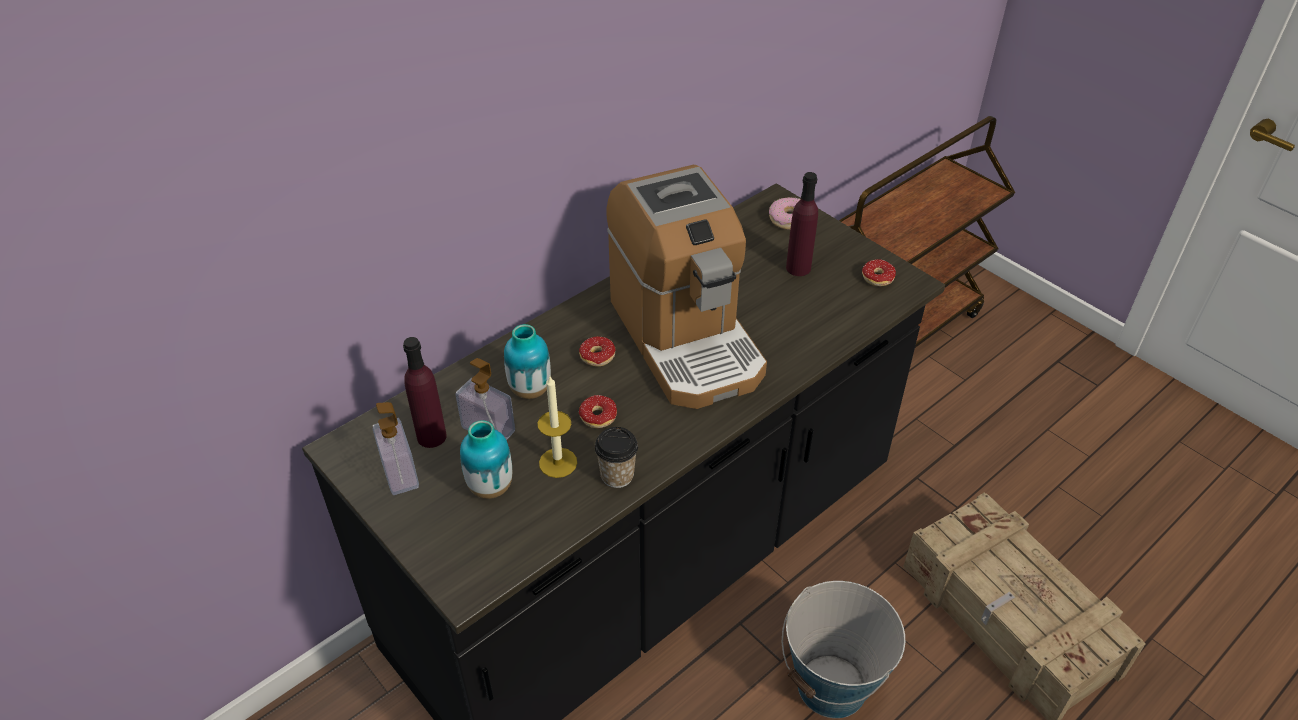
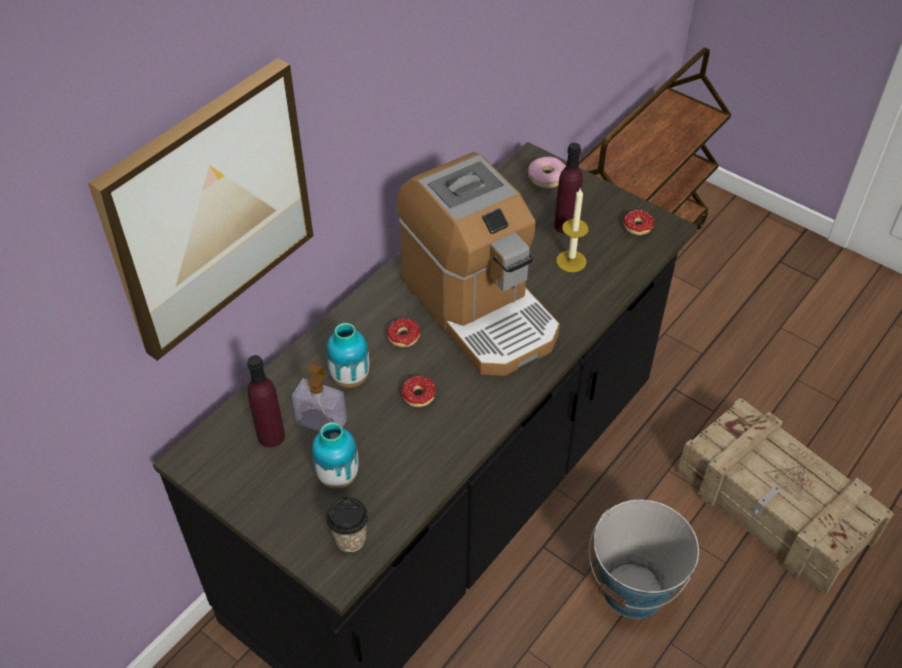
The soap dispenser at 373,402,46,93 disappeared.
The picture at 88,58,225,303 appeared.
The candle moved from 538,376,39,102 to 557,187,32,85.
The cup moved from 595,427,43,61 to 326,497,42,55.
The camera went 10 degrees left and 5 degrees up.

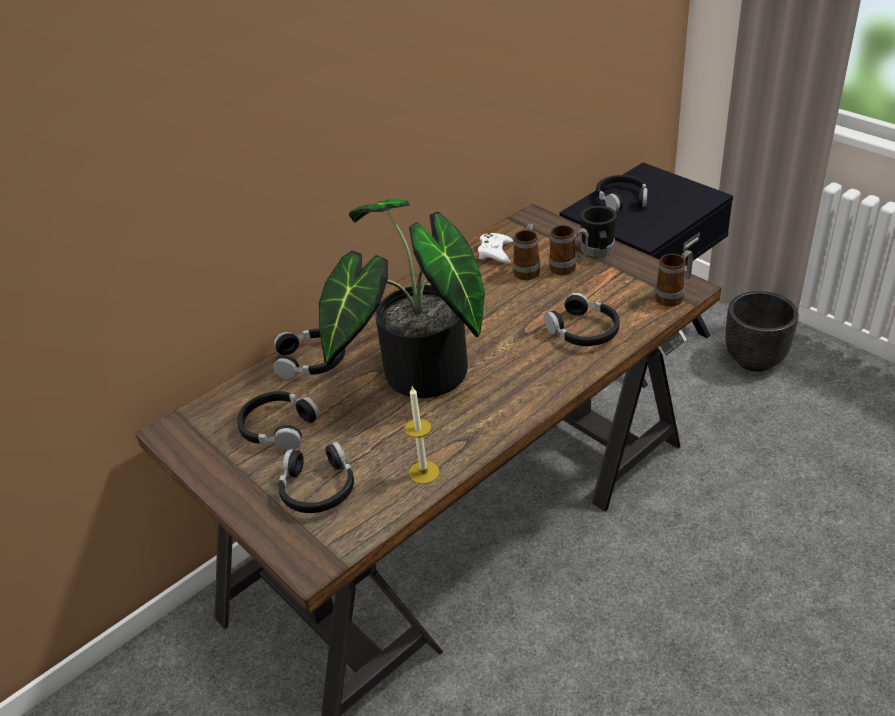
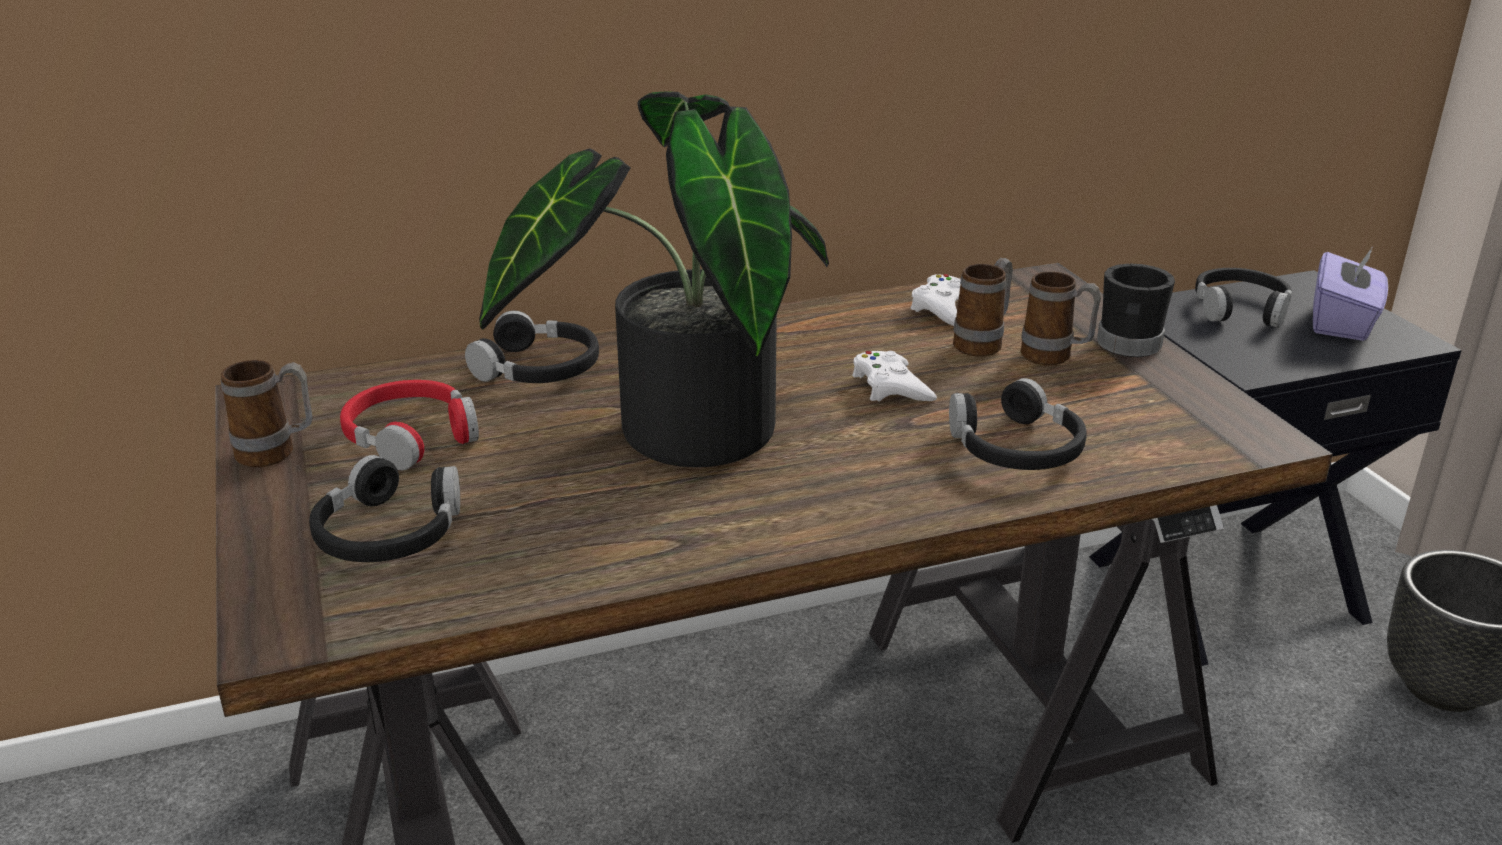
The candle at 404,386,35,98 disappeared.
The white game controller at 852,351,85,51 appeared.
The purple tissue box at 1313,245,75,96 appeared.
The mug moved from 655,250,39,57 to 221,360,92,107.
The black headphones at 237,391,83,59 became the red headphones at 340,380,139,90.
The camera went 20 degrees right and 10 degrees down.

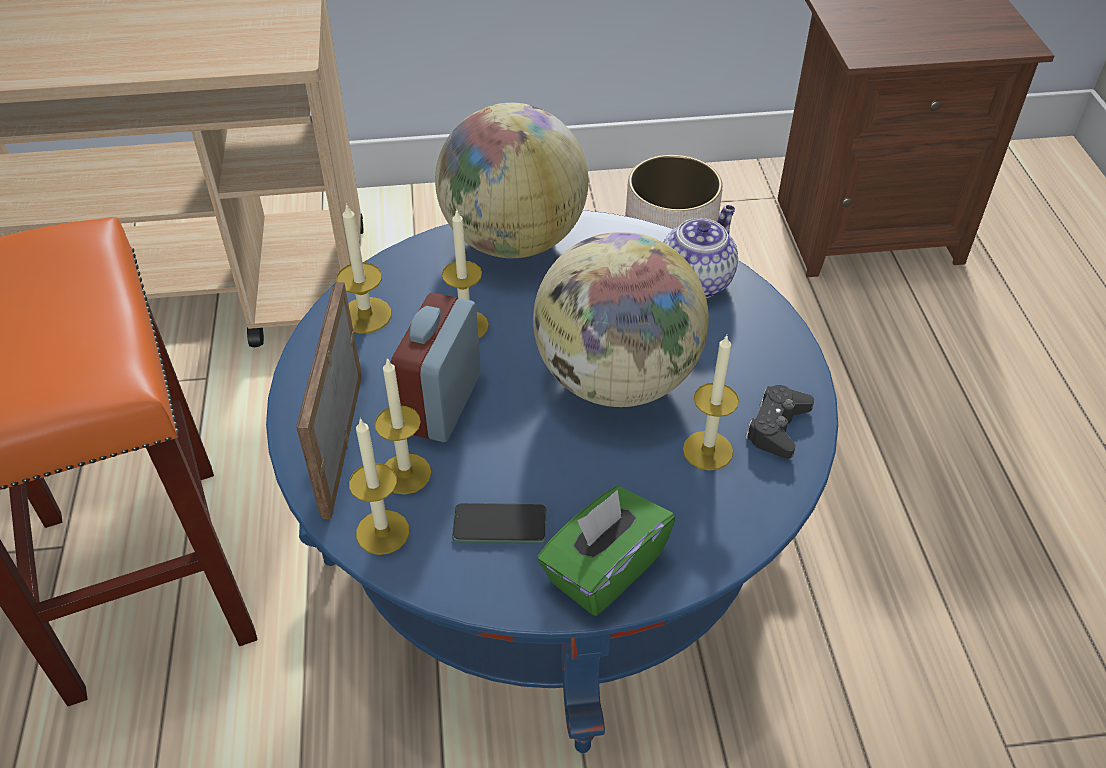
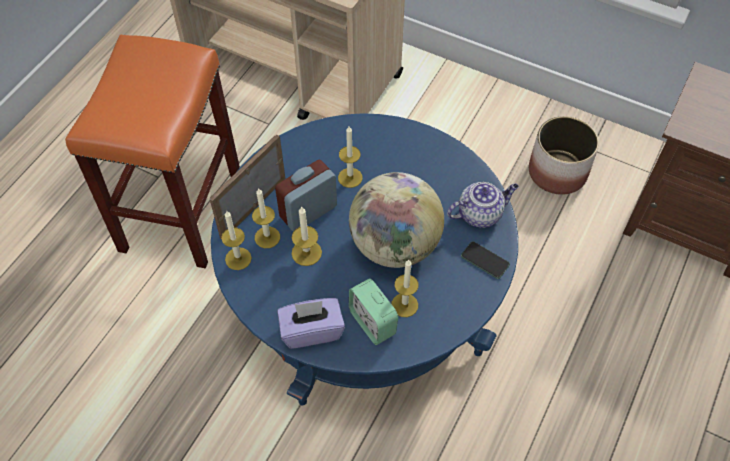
The globe at 435,103,153,155 disappeared.
The black game controller at 745,385,69,74 disappeared.
The alarm clock at 349,279,49,66 appeared.
The candle moved from 336,203,56,131 to 292,206,30,60.
The phone moved from 452,503,95,41 to 461,241,49,38.
The green tissue box at 537,486,138,130 became the purple tissue box at 277,298,68,51.
The camera went 35 degrees right and 10 degrees up.

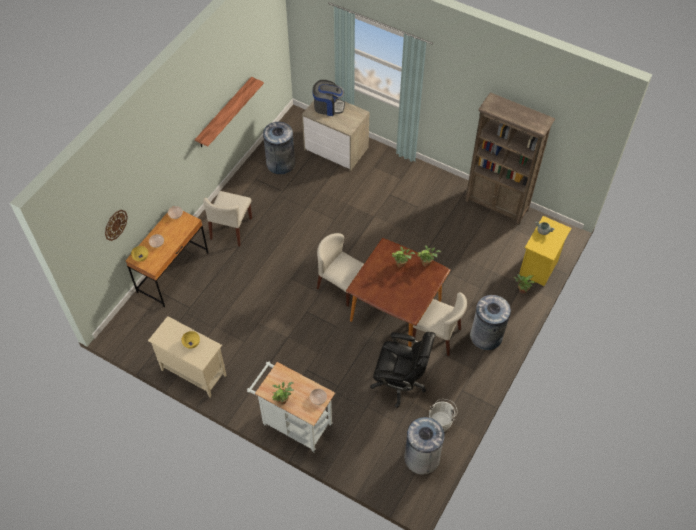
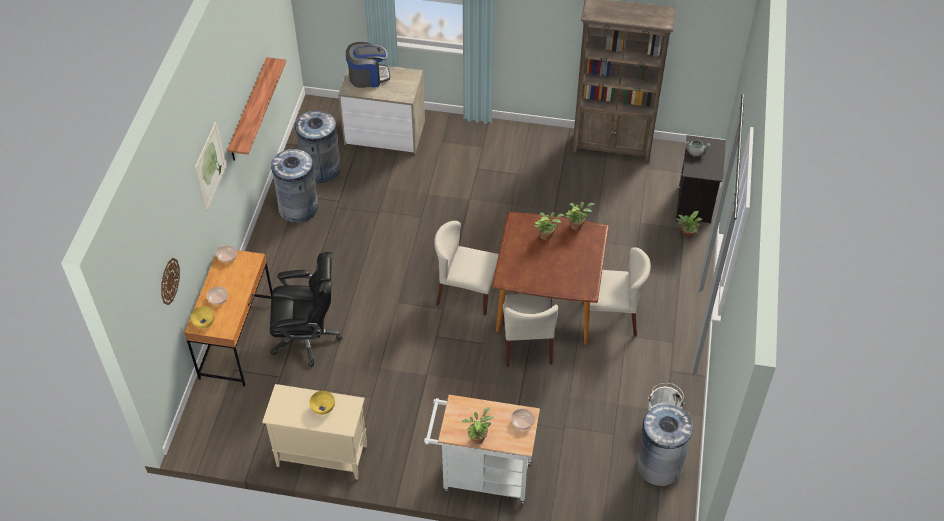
The picture at 195,121,31,90 appeared.
The beige chair moved from 203,191,49,56 to 502,294,56,73.
The black office chair moved from 370,332,66,76 to 270,252,72,115.
The grey trash can moved from 470,295,41,55 to 271,149,48,73.
The yellow nightstand at 519,216,52,70 became the black nightstand at 676,135,50,88.
The camera went 20 degrees left and 5 degrees down.

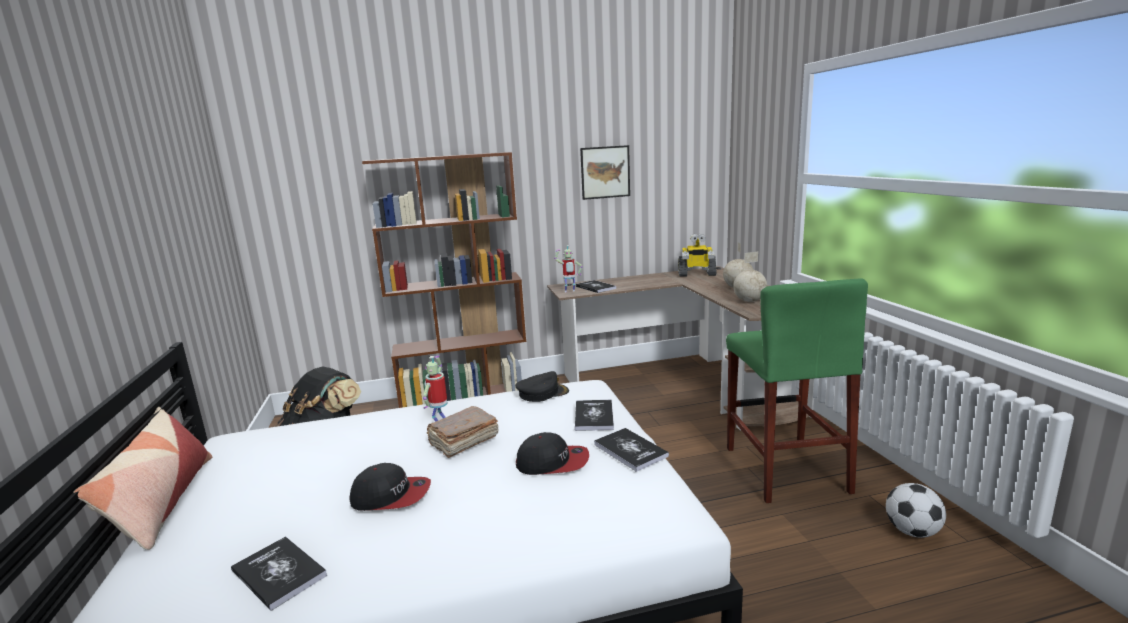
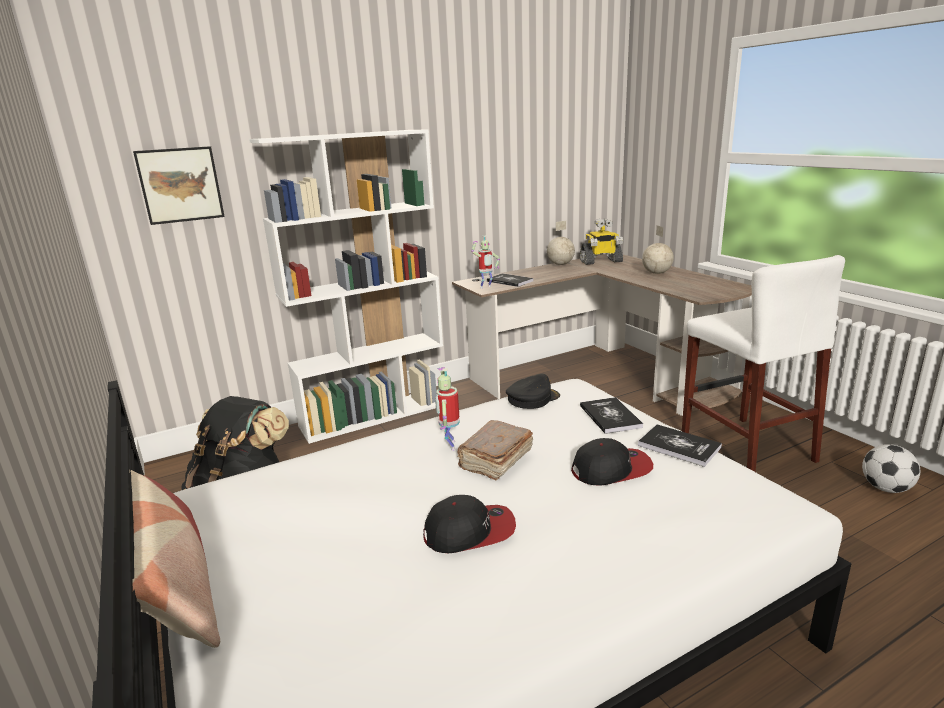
The book at 231,536,96,75 disappeared.
The picture moved from 580,145,50,55 to 133,146,92,79.
The globe moved from 733,252,34,50 to 547,221,28,44.
The brown bookcase at 362,152,164,256 became the white bookcase at 249,130,194,314.
The green stool at 726,278,142,225 became the white stool at 682,255,163,217.
The camera went 15 degrees left and 5 degrees up.

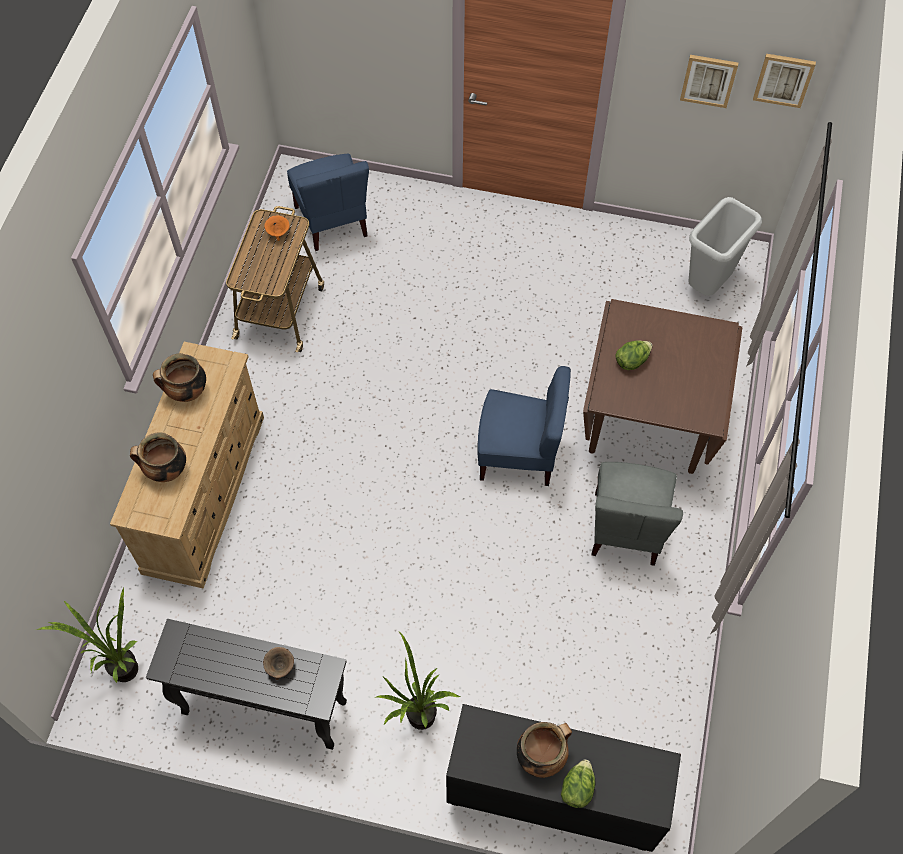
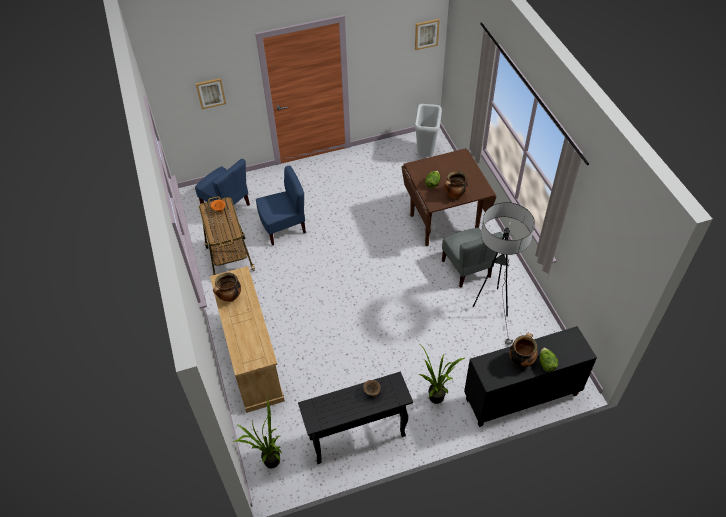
The floor lamp at 473,202,62,144 appeared.
The cooking pot moved from 130,432,56,50 to 444,171,24,28.
The blue chair moved from 477,366,94,120 to 256,166,50,79.
The picture moved from 680,55,58,53 to 195,78,31,31.
The camera went 30 degrees left and 10 degrees down.

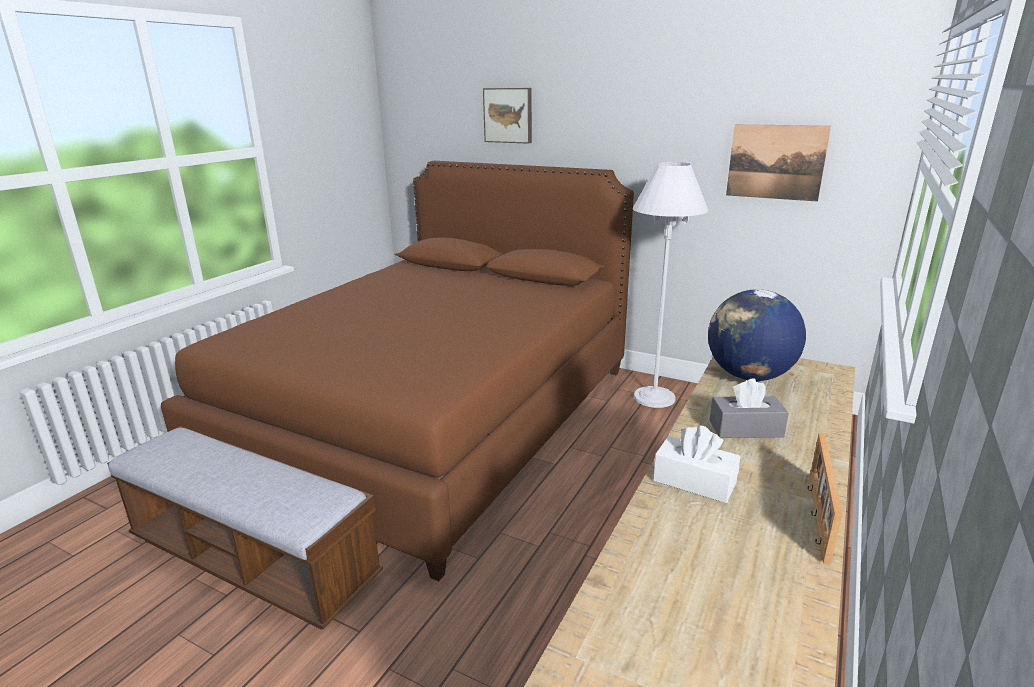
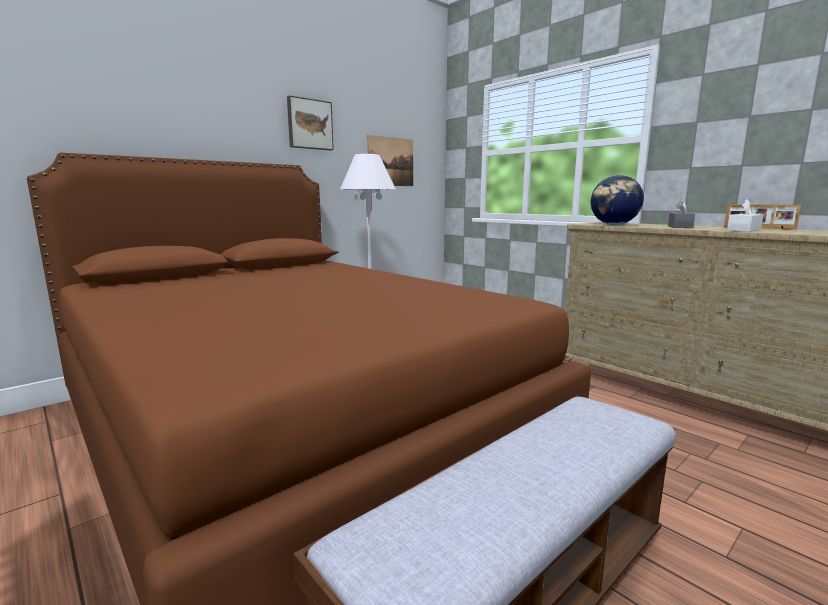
The picture moved from 483,88,49,56 to 287,95,47,55.
The camera went 70 degrees left and 10 degrees down.

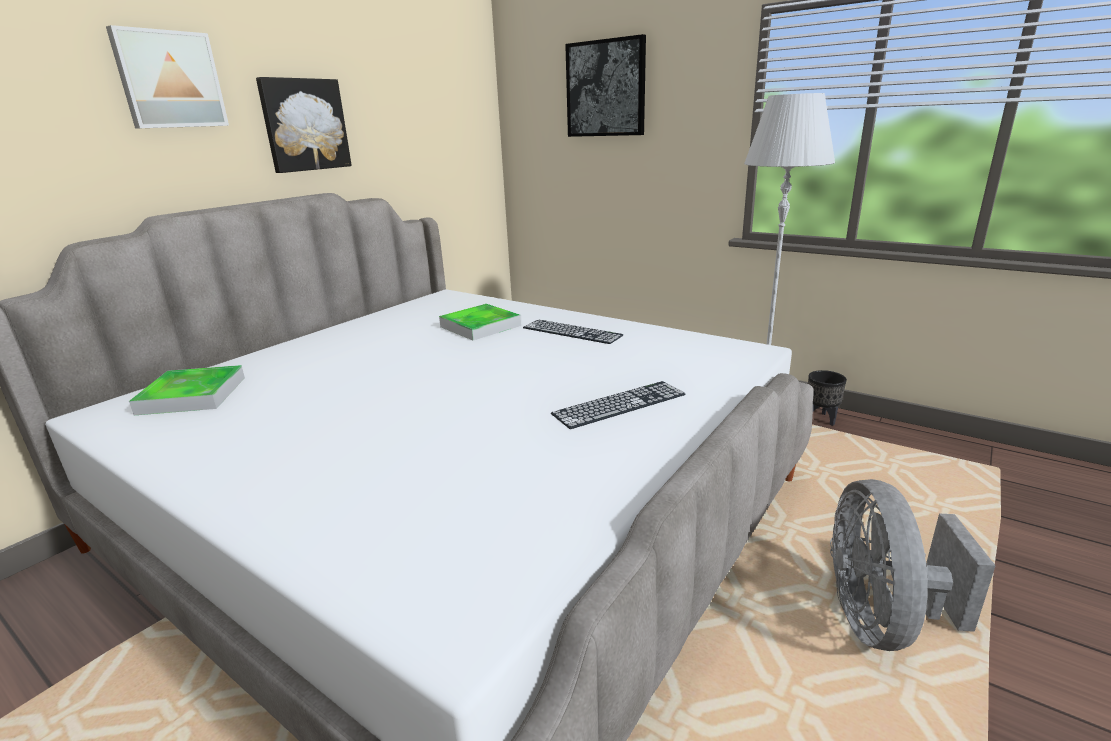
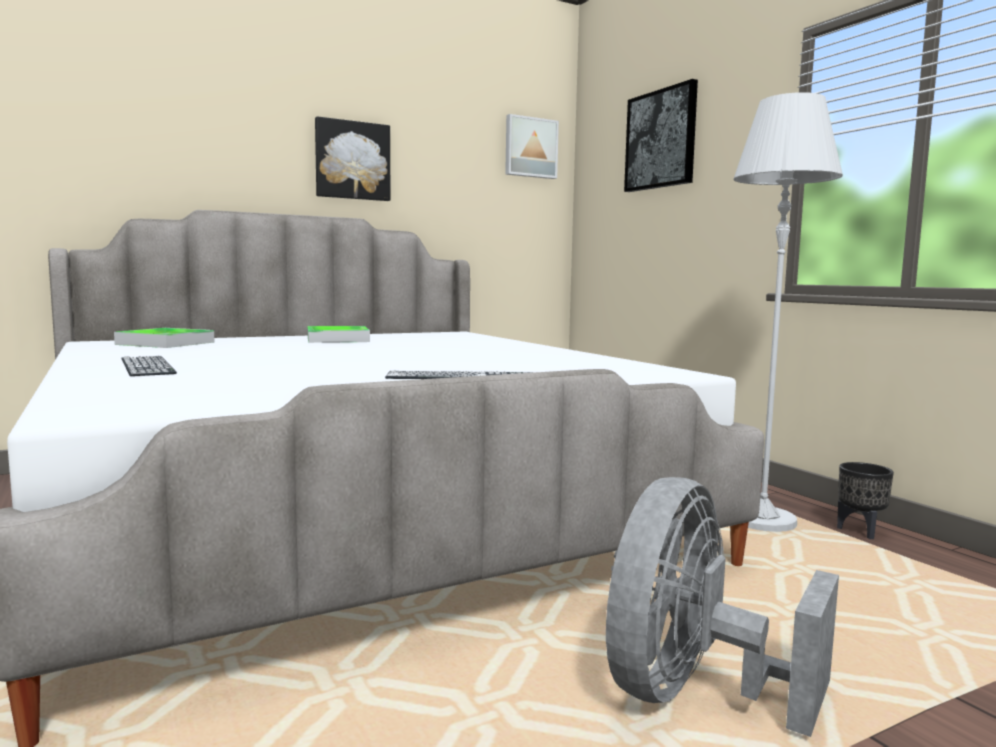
The picture moved from 106,25,123,104 to 505,114,54,65.
The tray moved from 439,304,82,36 to 307,326,63,17.
The keyboard moved from 523,320,100,24 to 121,356,56,20.
The camera went 25 degrees right and 15 degrees down.

